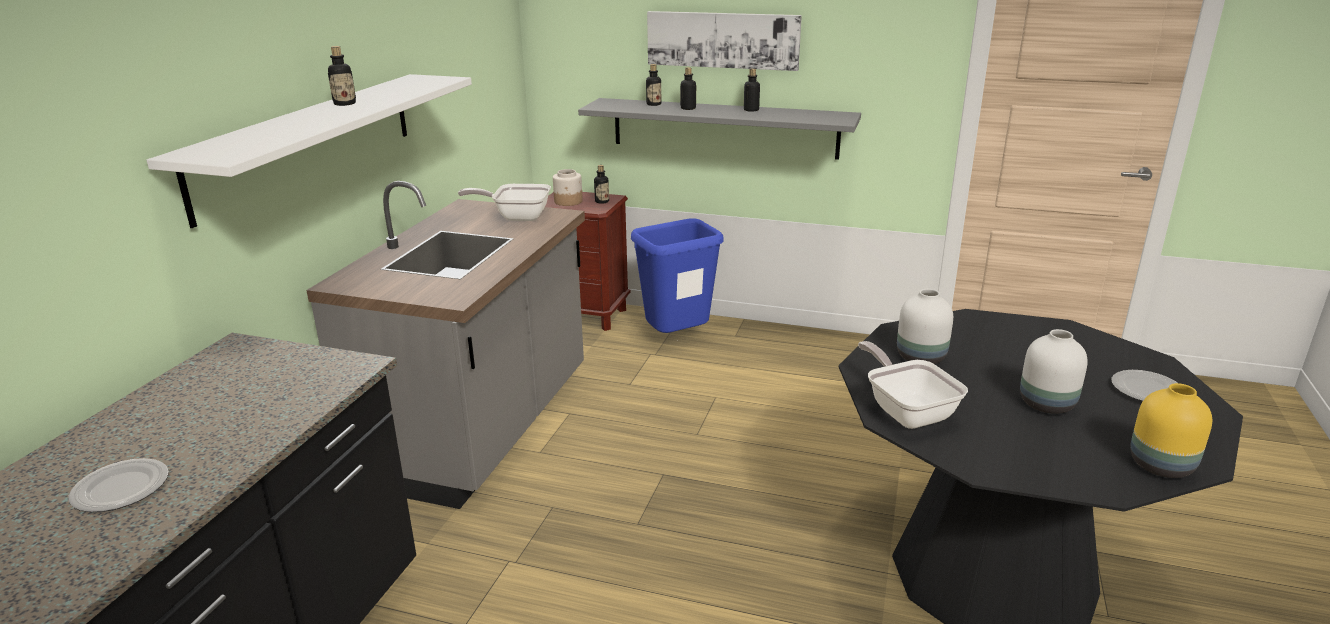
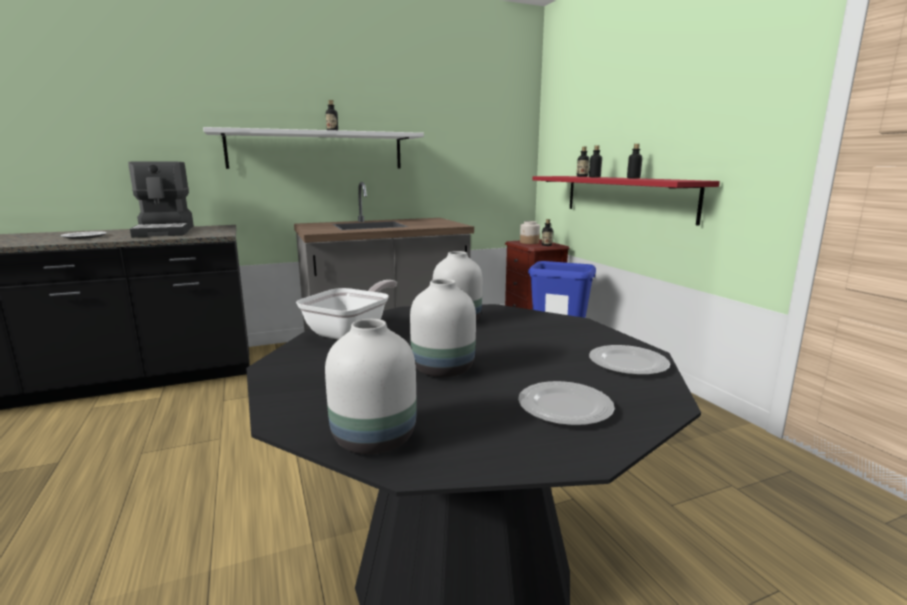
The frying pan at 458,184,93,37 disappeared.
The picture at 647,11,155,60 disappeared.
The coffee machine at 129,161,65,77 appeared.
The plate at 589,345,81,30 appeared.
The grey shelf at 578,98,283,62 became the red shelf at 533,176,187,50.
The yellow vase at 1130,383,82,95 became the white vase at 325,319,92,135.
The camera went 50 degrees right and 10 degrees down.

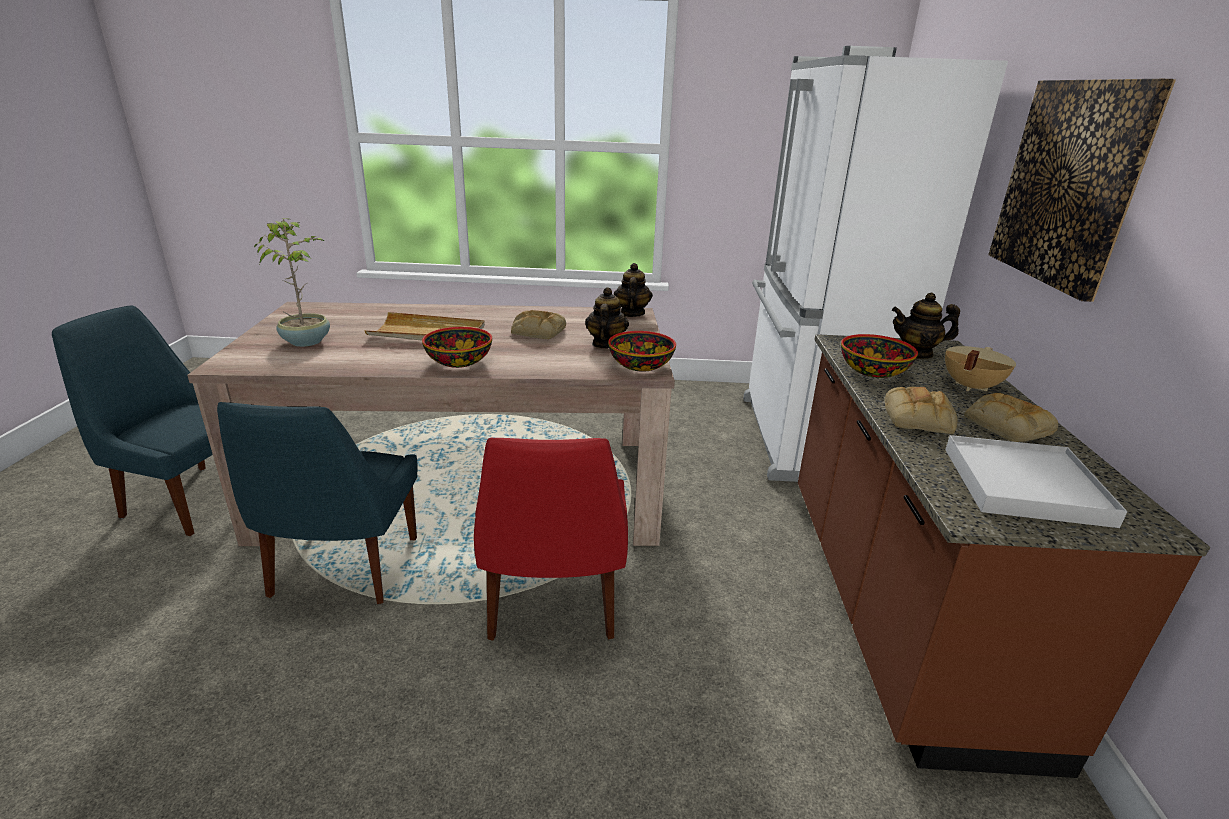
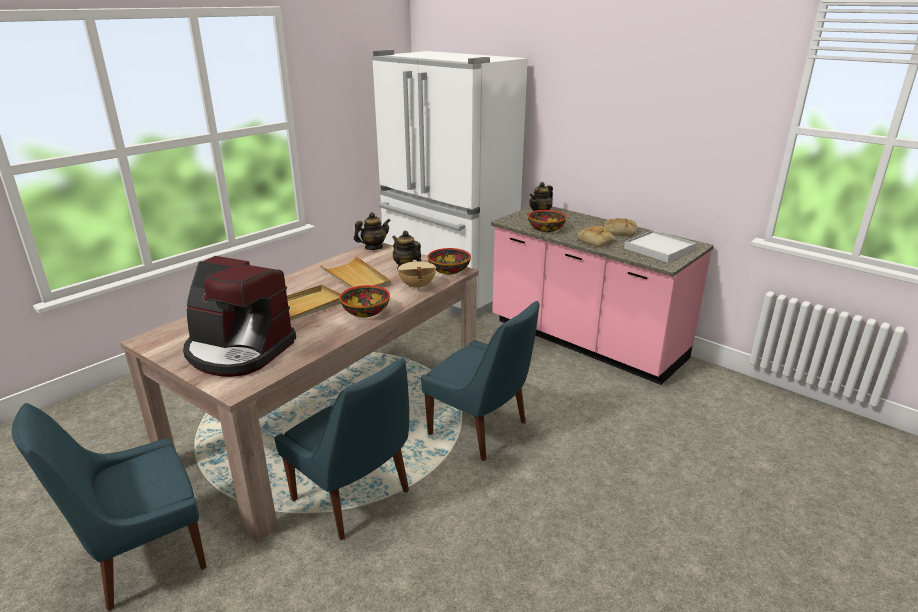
The picture at 988,79,188,223 disappeared.
The beige cooking pot moved from 945,346,71,45 to 398,260,38,30.
The potted plant at 254,218,76,129 was replaced by the coffee machine at 183,256,113,121.
The bread at 511,310,55,29 was replaced by the beige tray at 320,256,71,32.
The red chair at 474,438,154,203 became the blue chair at 421,301,119,160.
The brown counter at 798,334,412,444 became the pink counter at 491,206,223,179.
The teapot at 614,263,39,54 turned 105 degrees clockwise.
The camera went 50 degrees left and 0 degrees up.

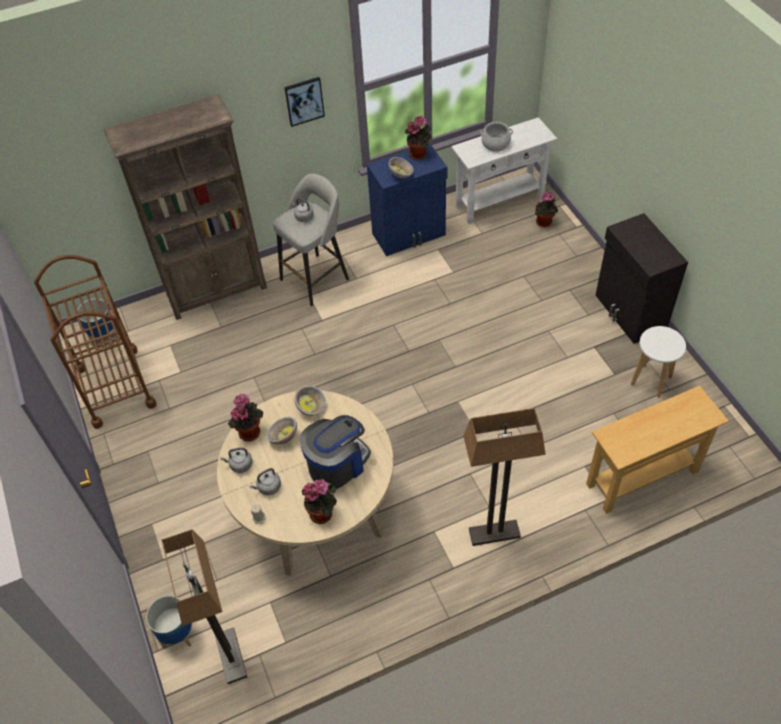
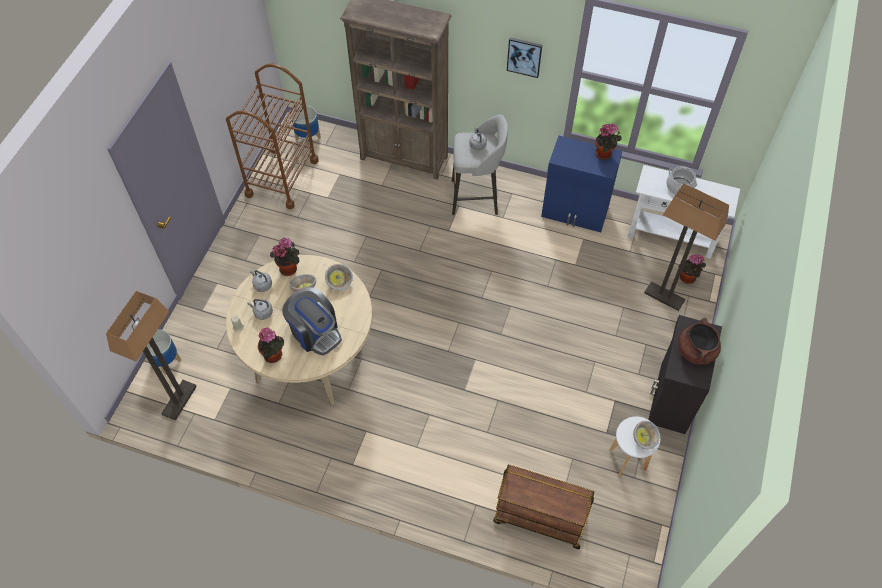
The brown cooking pot at 679,318,42,47 appeared.
The bowl moved from 388,157,26,21 to 633,421,27,28.
The floor lamp moved from 463,408,83,138 to 644,183,85,128.
The beige console table at 586,386,143,128 was replaced by the brown cart at 493,464,101,85.
The coffee machine at 299,415,72,74 turned 45 degrees clockwise.
The camera went 40 degrees right and 5 degrees up.

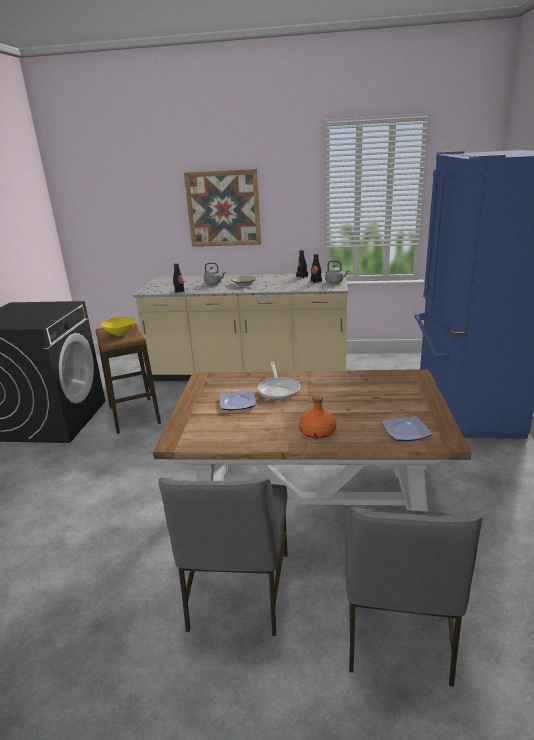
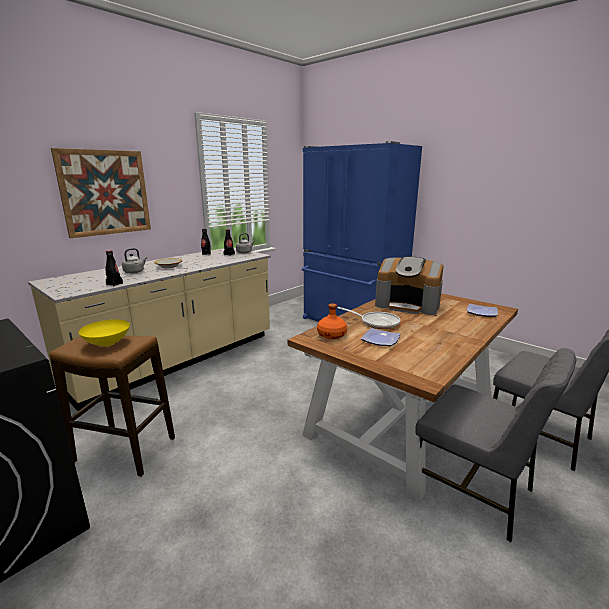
The coffee machine at 375,257,68,58 appeared.
The orange bottle moved from 299,395,38,44 to 317,303,30,36.
The camera went 55 degrees left and 5 degrees down.

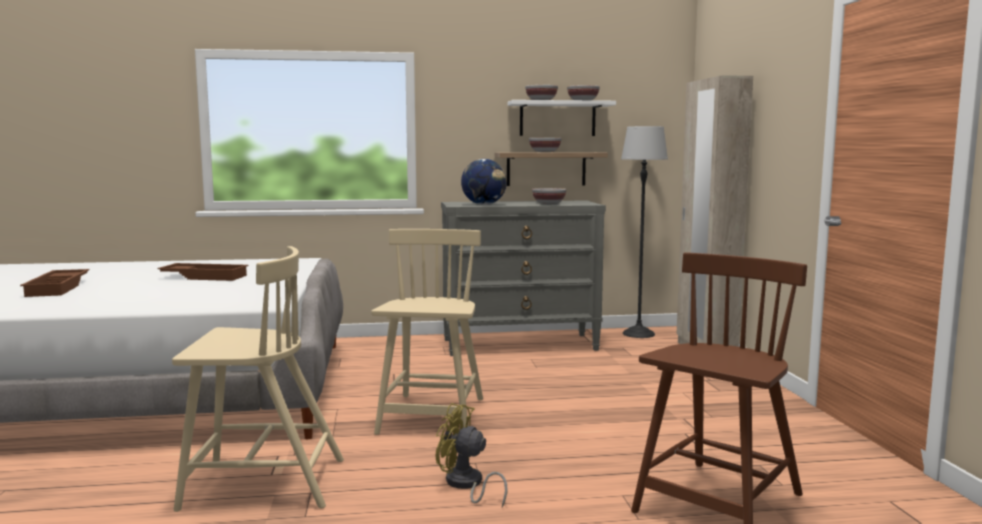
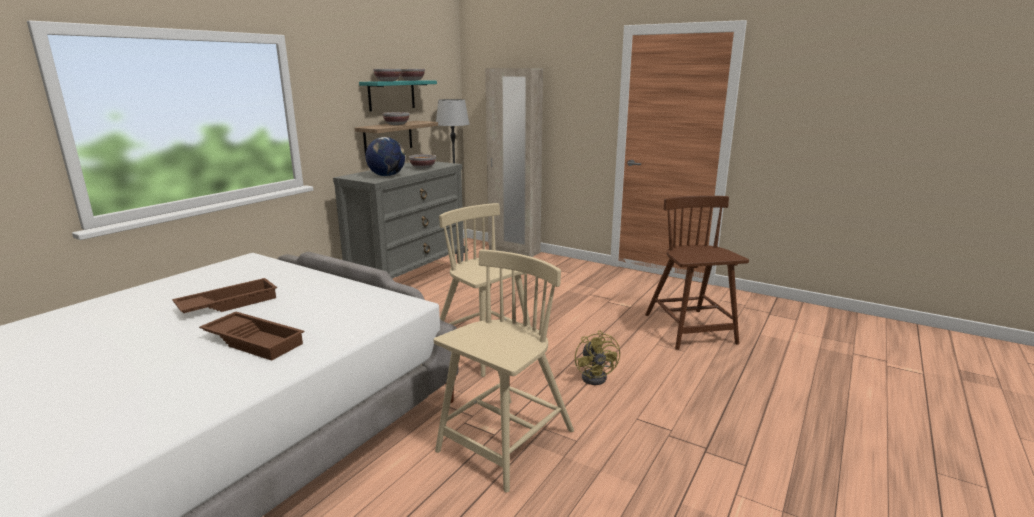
The brown tray moved from 20,269,69,28 to 199,312,106,49.
The white shelf at 508,100,108,36 became the turquoise shelf at 359,80,78,31.
The yellow fan at 436,403,72,105 turned 75 degrees counterclockwise.
The camera went 50 degrees left and 10 degrees up.

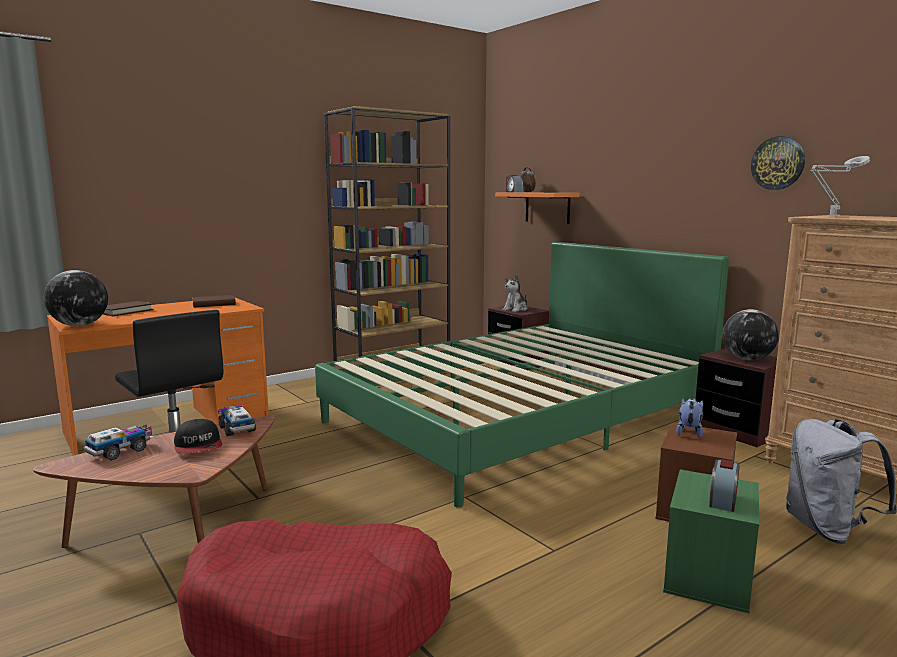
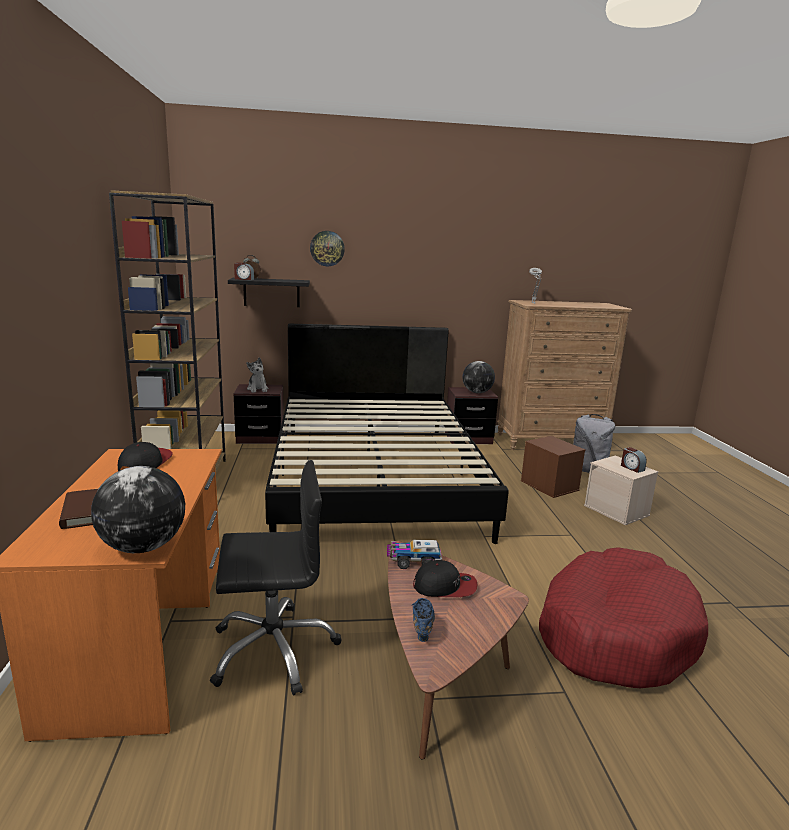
The plush toy at 676,398,27,40 disappeared.
The wall clock moved from 751,136,54,54 to 310,231,35,35.
The toy truck at 84,425,68,36 was replaced by the blue shoe at 412,598,23,44.
The brown book at 192,295,44,13 was replaced by the cap at 118,442,55,29.
The green bed at 315,242,414,265 became the black bed at 265,324,244,220.
The orange shelf at 495,192,84,32 became the black shelf at 228,278,82,29.
The green storage box at 663,469,96,144 became the beige storage box at 584,455,74,70.
The camera went 60 degrees left and 5 degrees up.

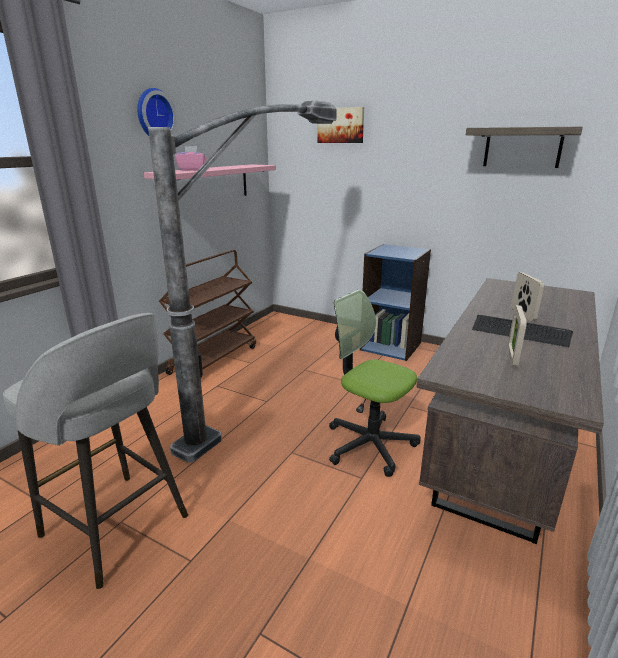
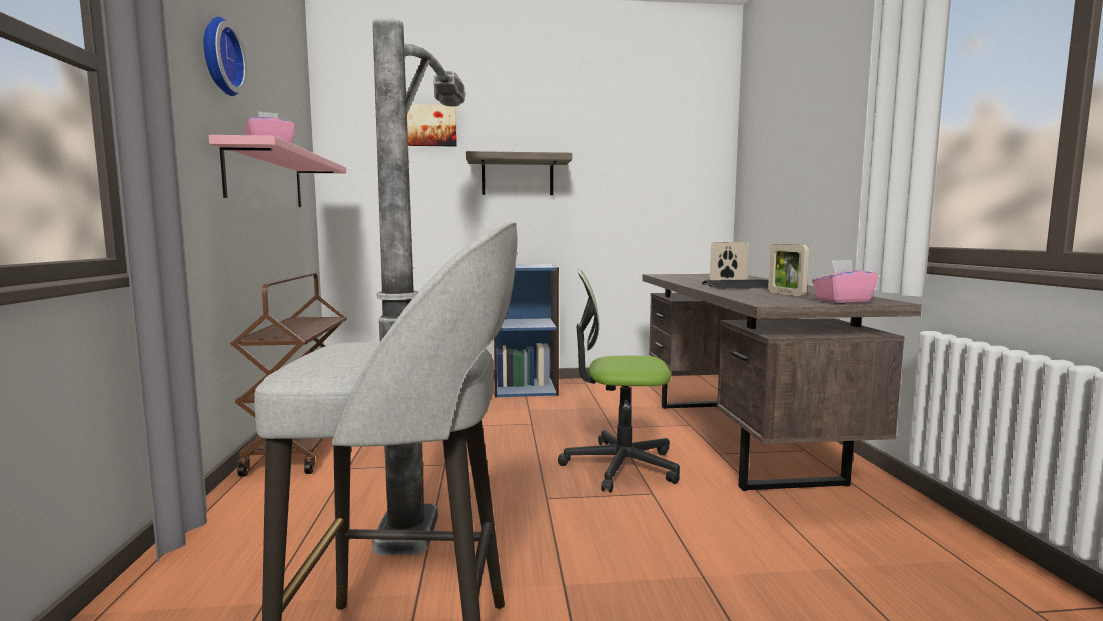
The pink tissue box at 812,260,66,43 appeared.
The shelf moved from 466,127,117,41 to 466,151,106,44.
The camera went 35 degrees left and 15 degrees down.

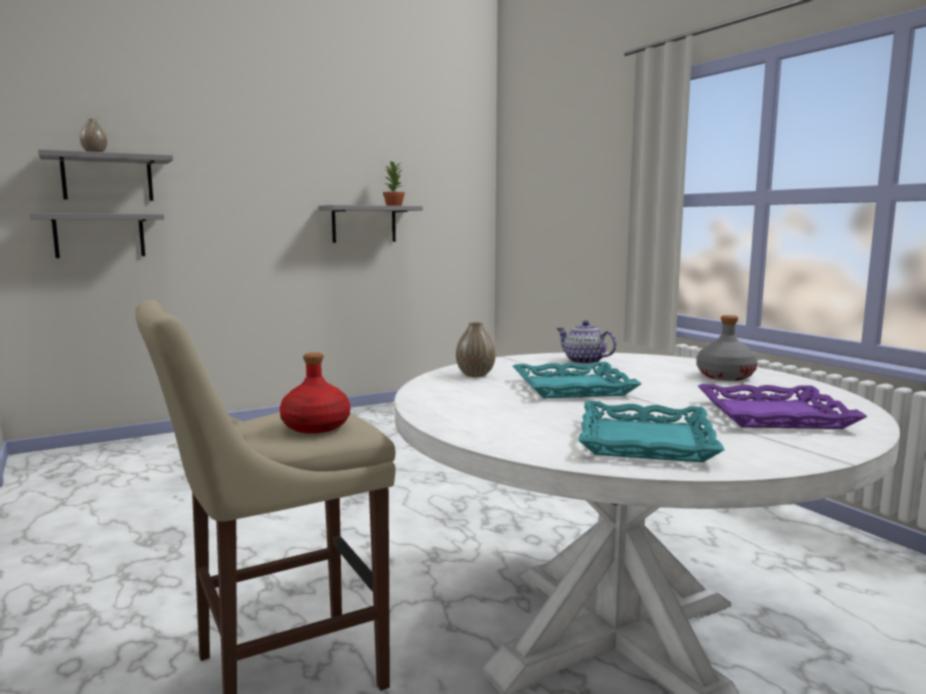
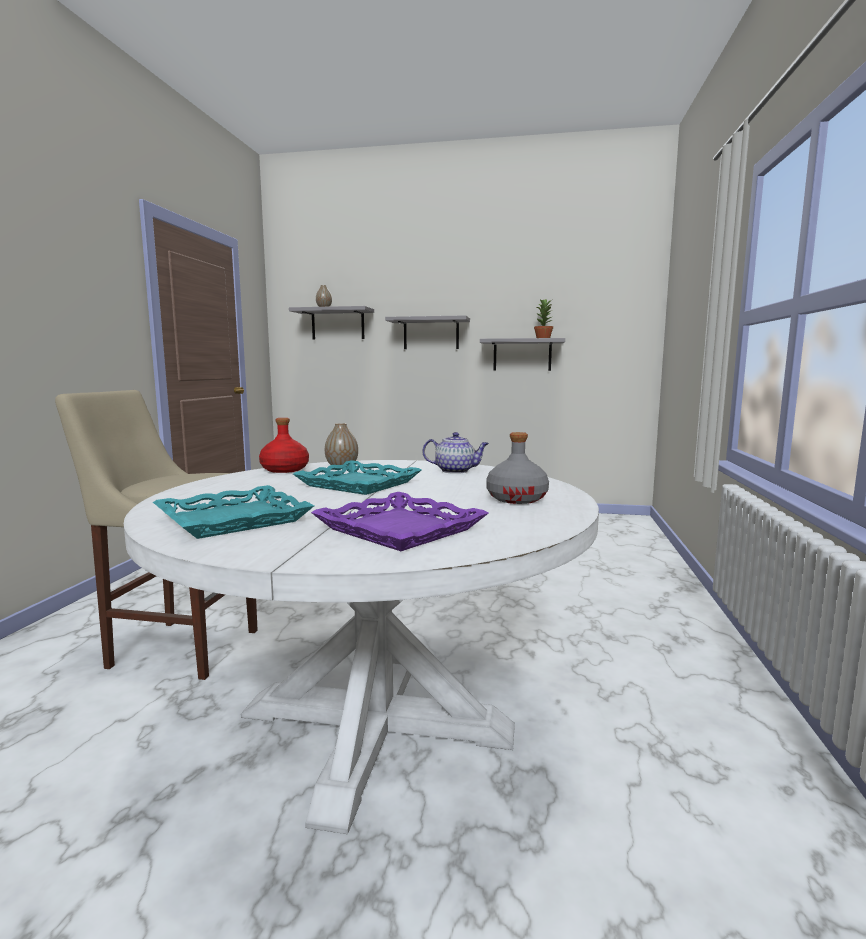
The grey shelf moved from 30,213,134,45 to 385,315,85,34.
The red bottle moved from 280,352,70,82 to 259,418,50,55.
The teapot at 556,321,61,43 turned 105 degrees clockwise.
The camera went 40 degrees right and 0 degrees up.

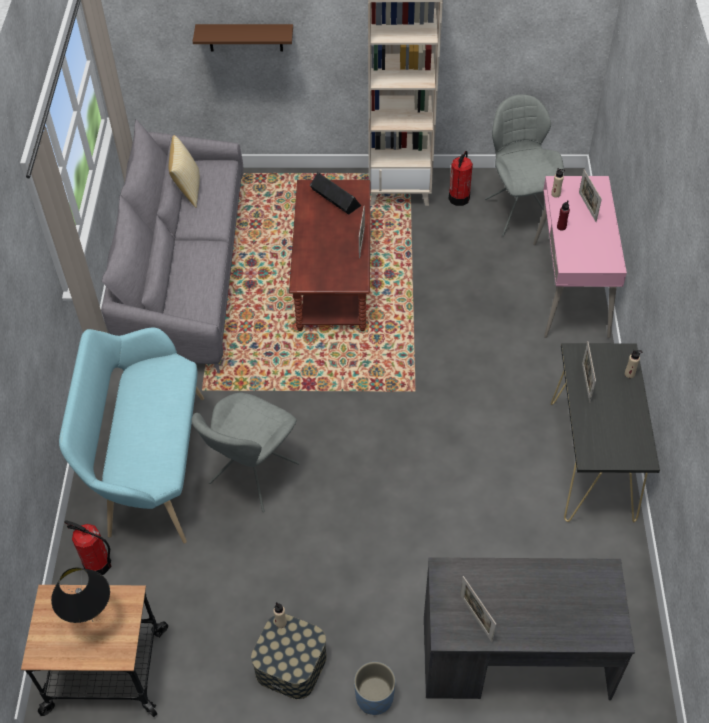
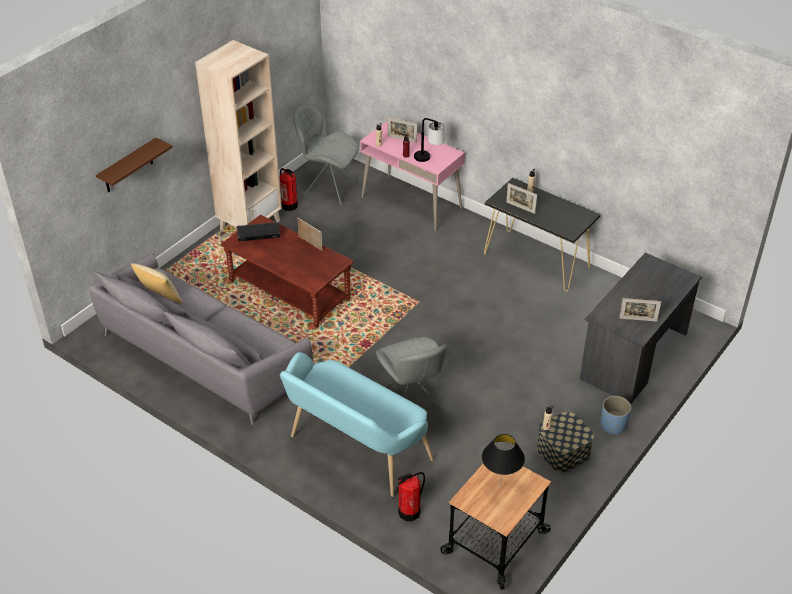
The table lamp at 414,118,31,44 appeared.
The camera went 55 degrees left and 10 degrees down.

